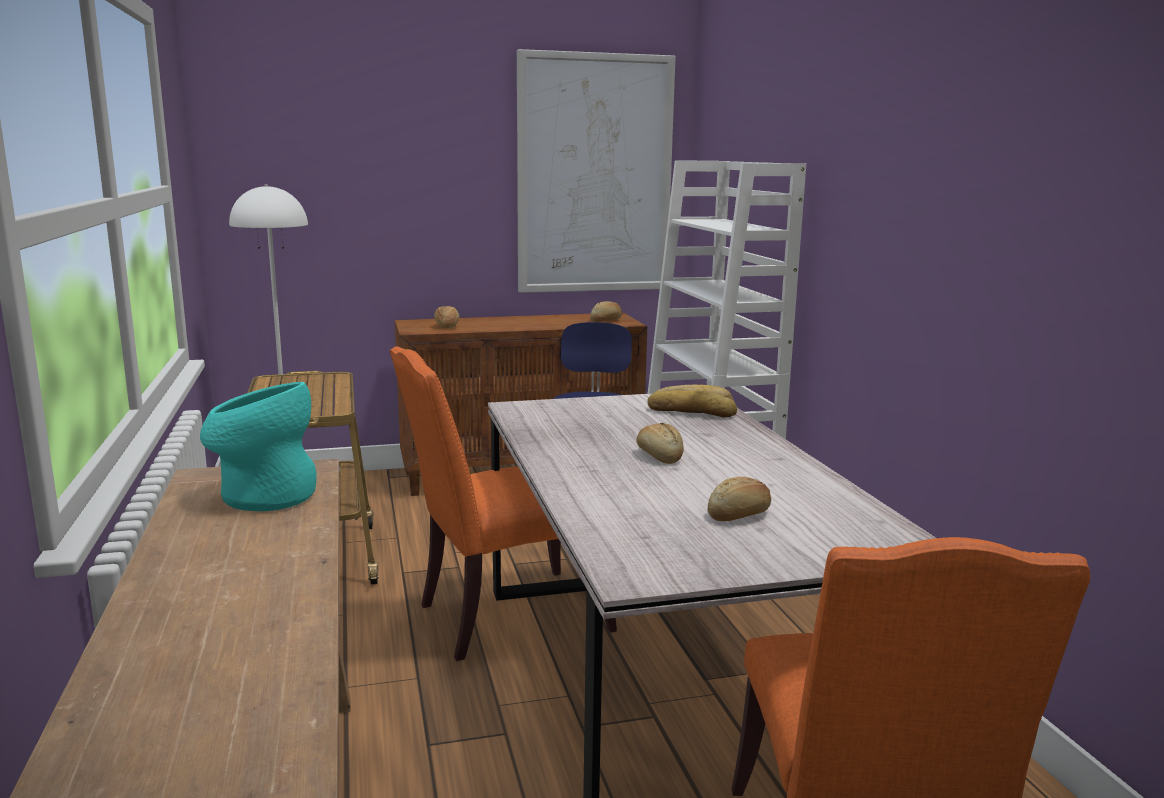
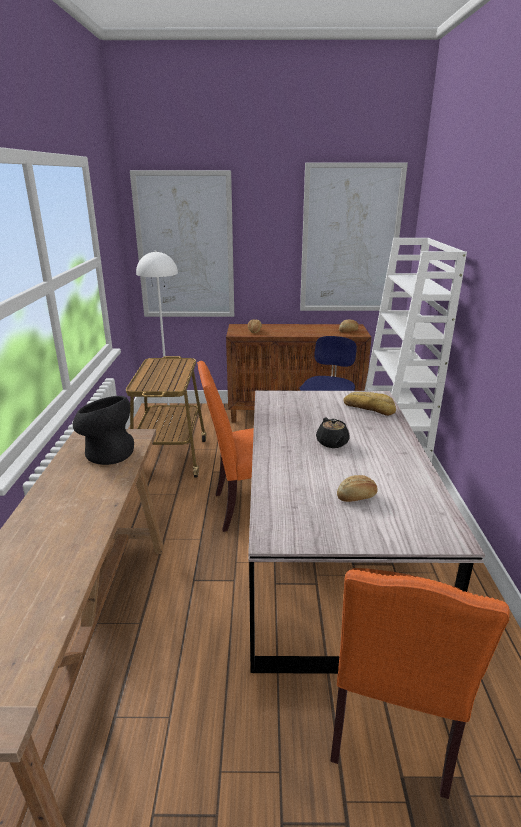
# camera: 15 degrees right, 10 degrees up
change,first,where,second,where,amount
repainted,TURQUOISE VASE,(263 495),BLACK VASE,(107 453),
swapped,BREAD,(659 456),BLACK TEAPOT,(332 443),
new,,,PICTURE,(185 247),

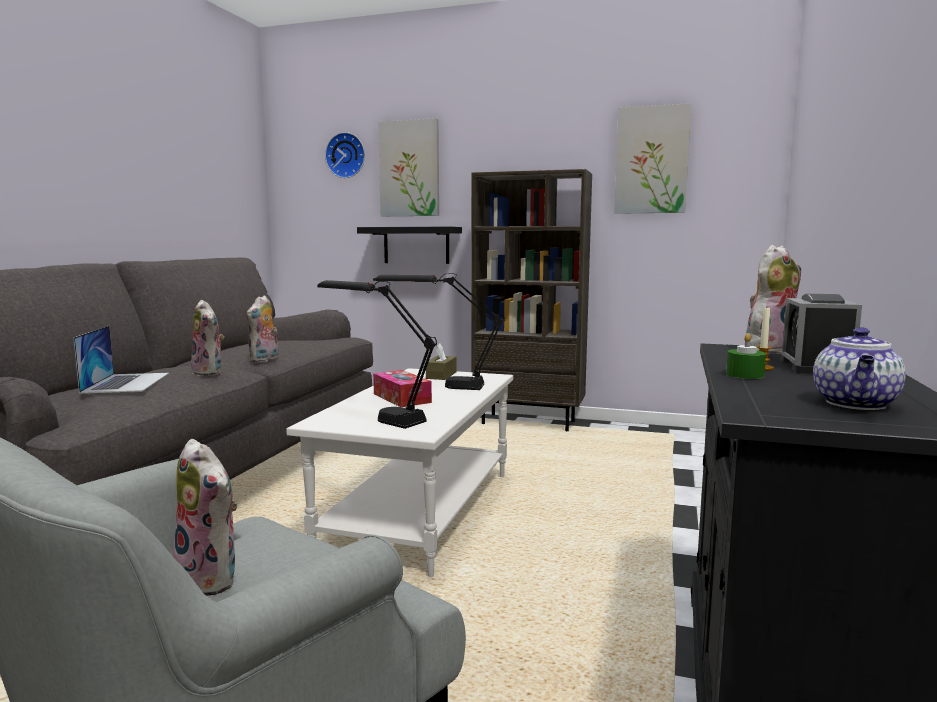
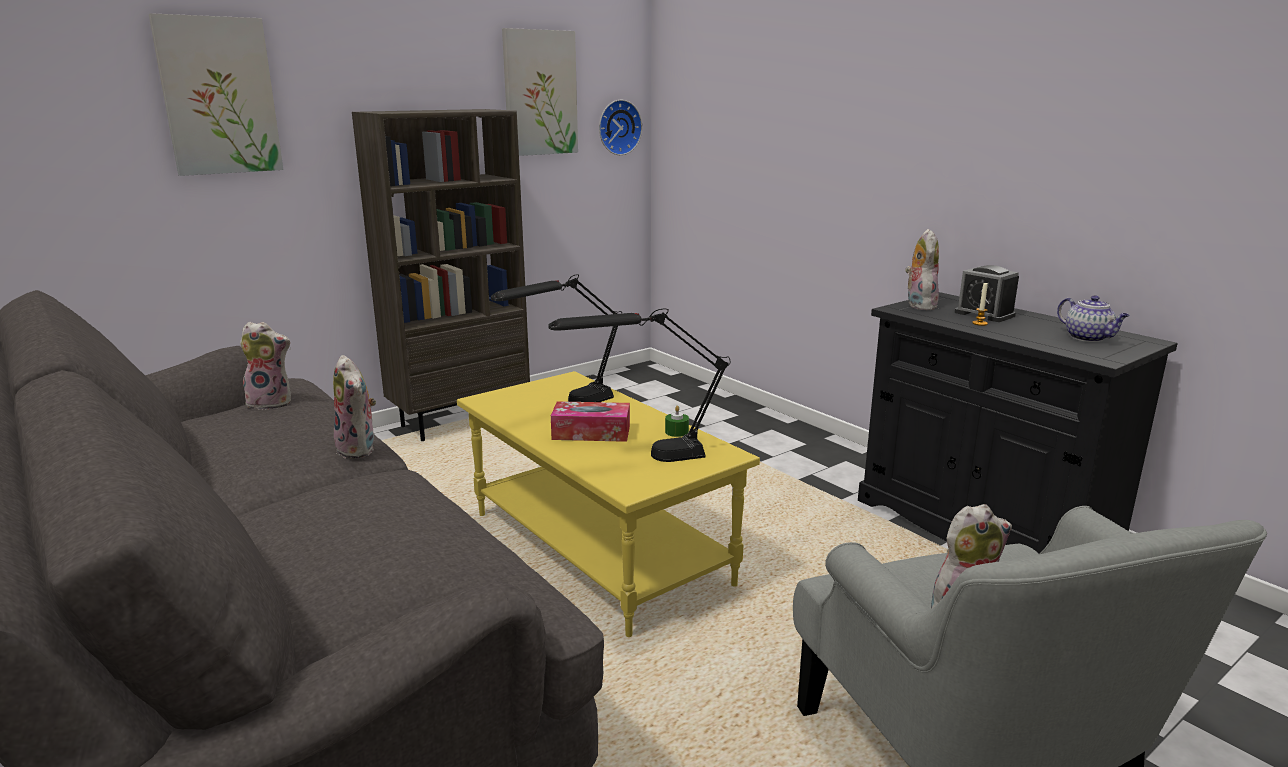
# camera: 55 degrees left, 10 degrees up
change,first,where,second,where,amount
gone,LAPTOP,(126 382),,,
shifted,PLUSH TOY,(210 372),,(272 403),
repainted,WHITE COFFEE TABLE,(419 511),YELLOW COFFEE TABLE,(596 549),
shifted,WALL CLOCK,(346 155),,(618 127),
gone,BLACK SHELF,(416 245),,,
gone,BROWN TISSUE BOX,(441 375),,,
shifted,GREEN CANDLE,(745 375),,(676 432),

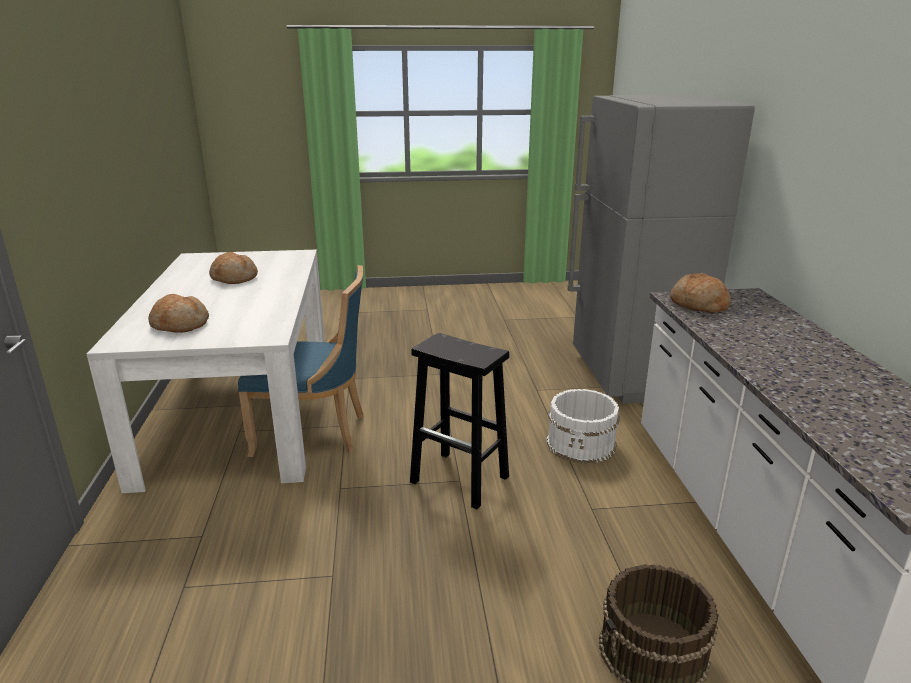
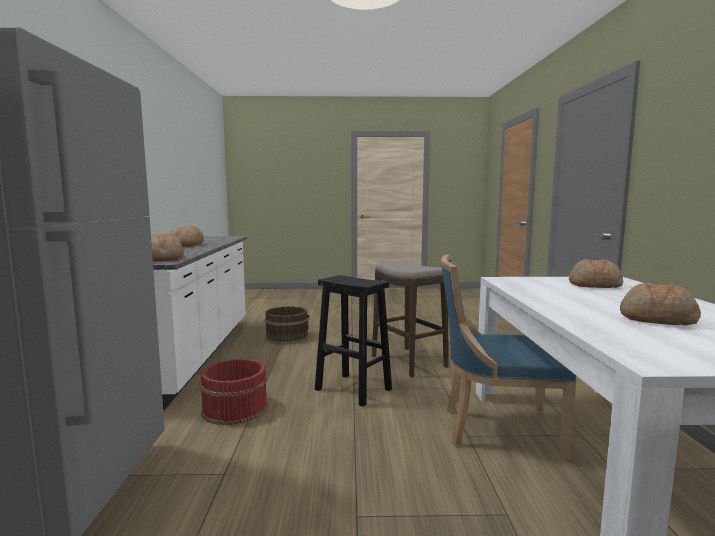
# camera: 175 degrees left, 15 degrees down
change,first,where,second,where,amount
repainted,WHITE BUCKET,(582 443),RED BUCKET,(234 408),
new,,,BREAD,(187 245),
new,,,STOOL,(408 362),

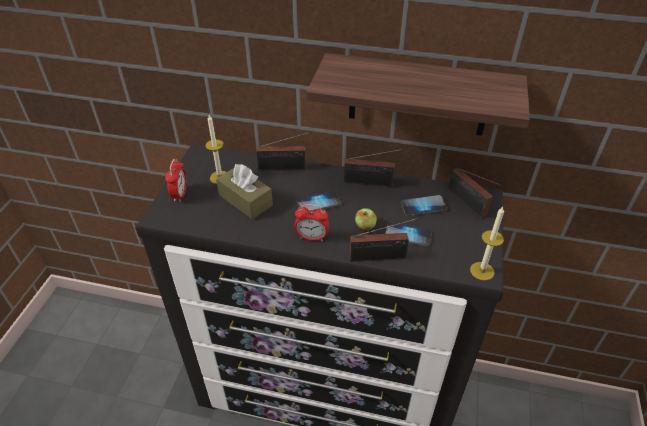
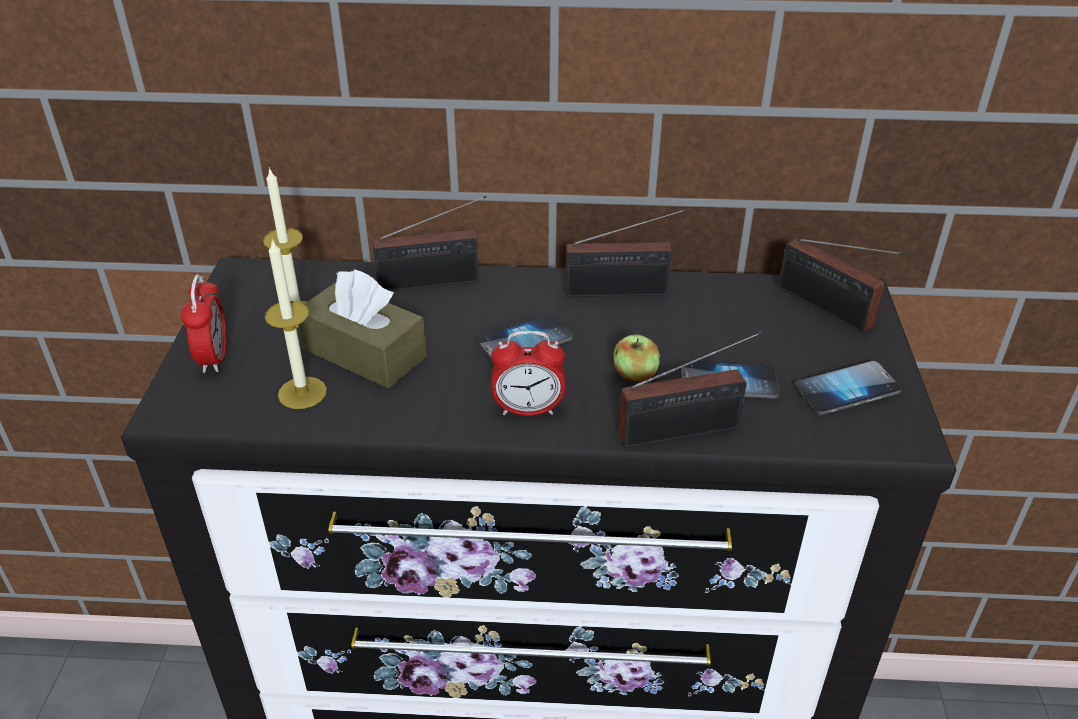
# camera: 10 degrees left, 5 degrees down
change,first,where,second,where,amount
gone,SHELF,(418 95),,,
shifted,PHONE,(423 206),,(846 390),
shifted,CANDLE,(482 271),,(302 393),

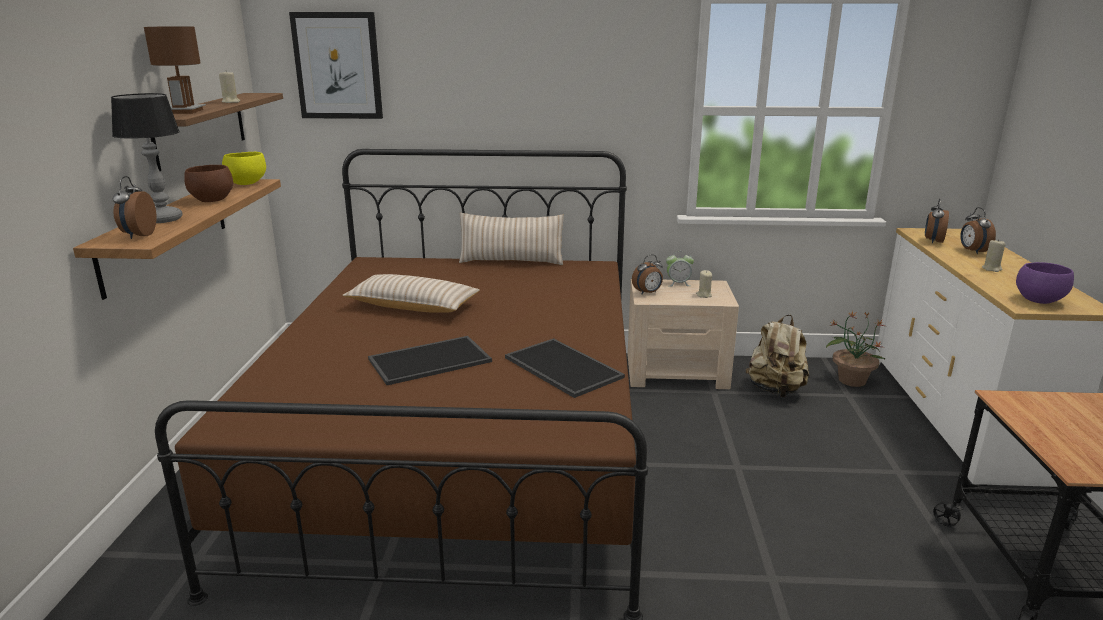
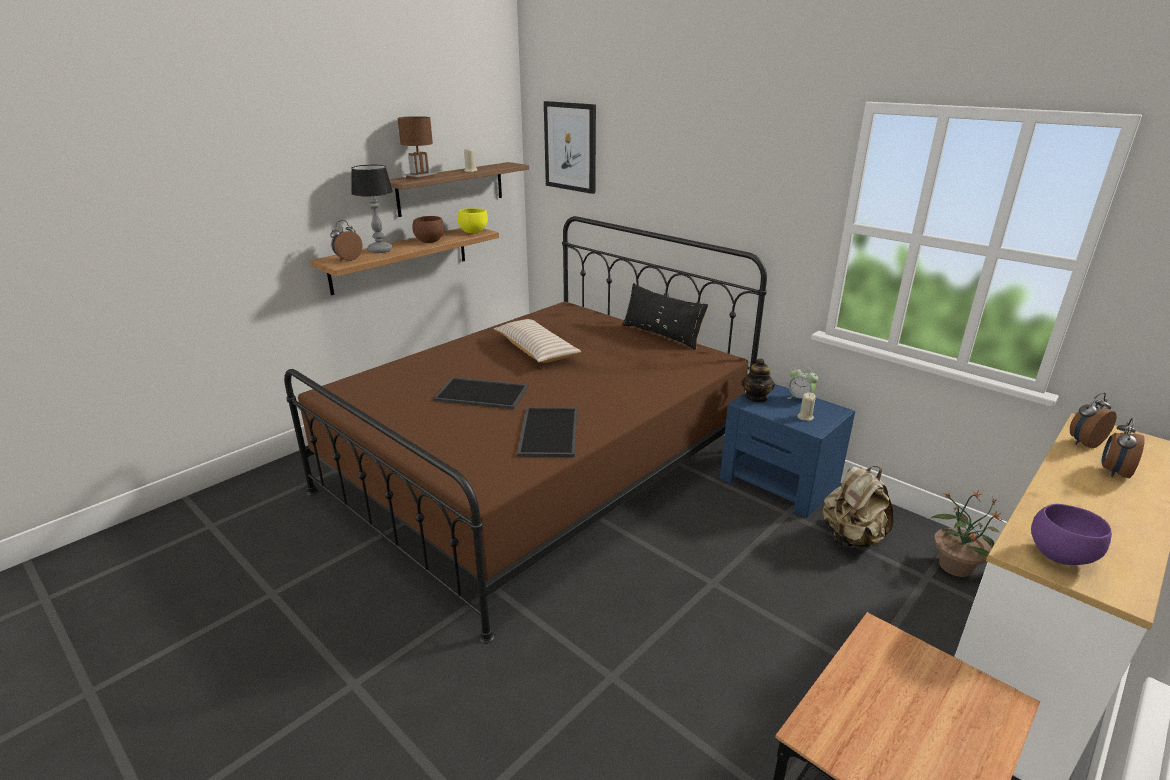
# camera: 40 degrees right, 5 degrees up
change,first,where,second,where,amount
repainted,BEIGE PILLOW,(511 261),BLACK PILLOW,(661 335),
repainted,BEIGE NIGHTSTAND,(677 371),BLUE NIGHTSTAND,(779 482),
swapped,ALARM CLOCK,(647 293),TEAPOT,(756 397),
gone,BEIGE CANDLE,(991 269),,,

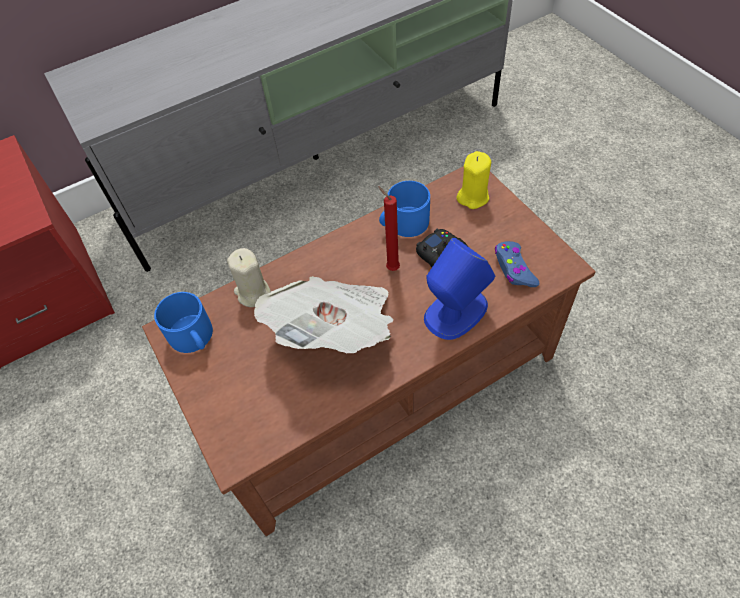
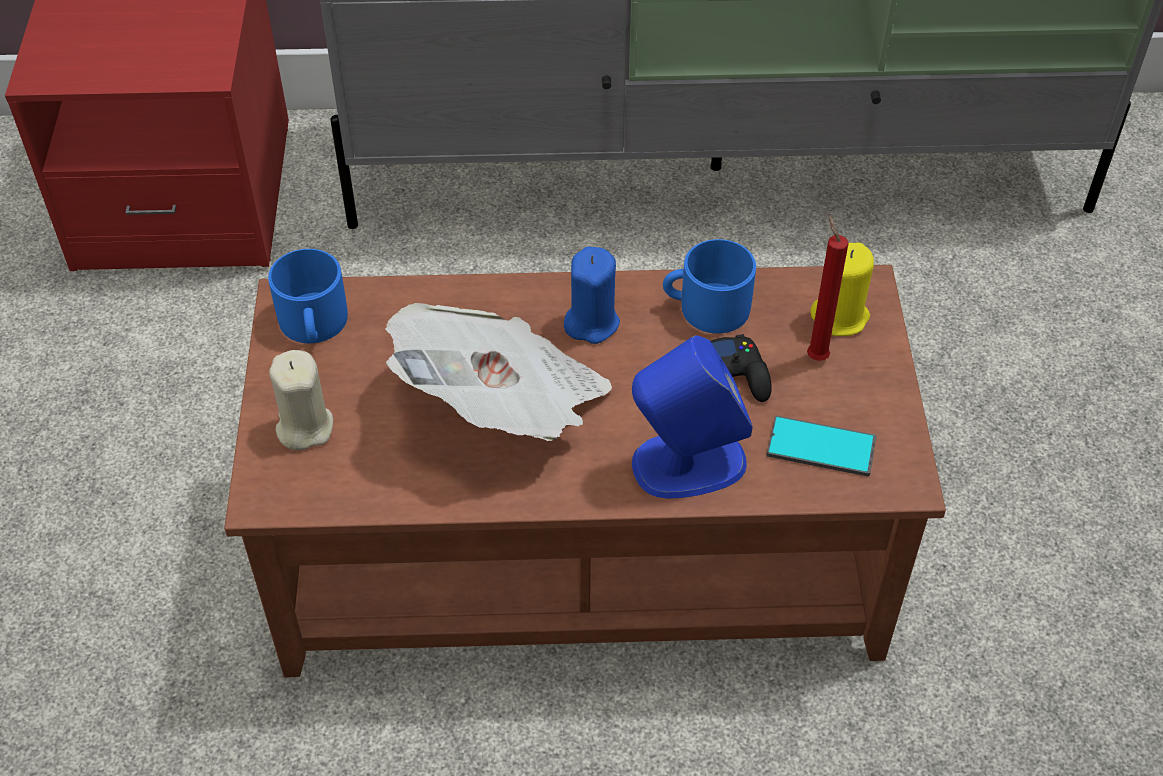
# camera: 25 degrees right, 5 degrees down
change,first,where,second,where,amount
shifted,BEIGE CANDLE,(252 293),,(304 427),
shifted,RED CANDLE,(391 267),,(815 355),
swapped,BLUE GAME CONTROLLER,(514 269),PHONE,(821 447),
new,,,BLUE CANDLE,(591 322),

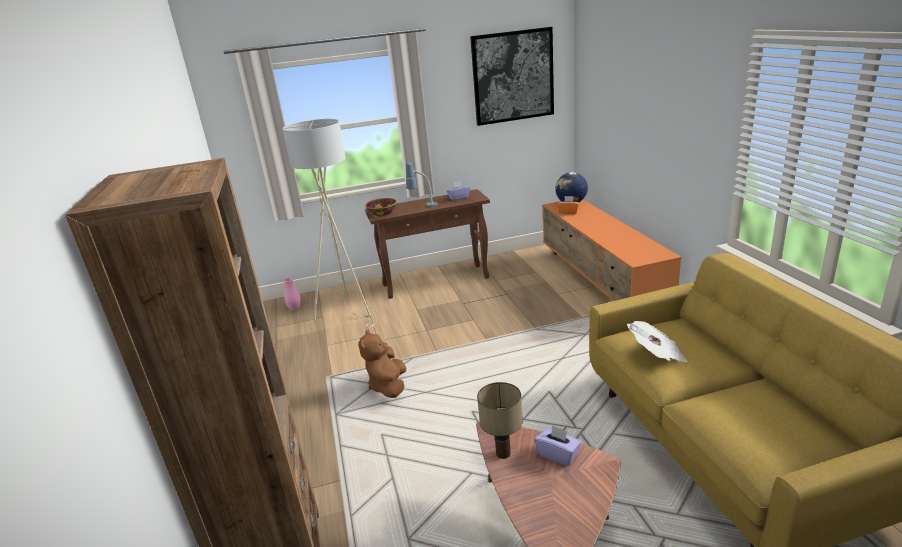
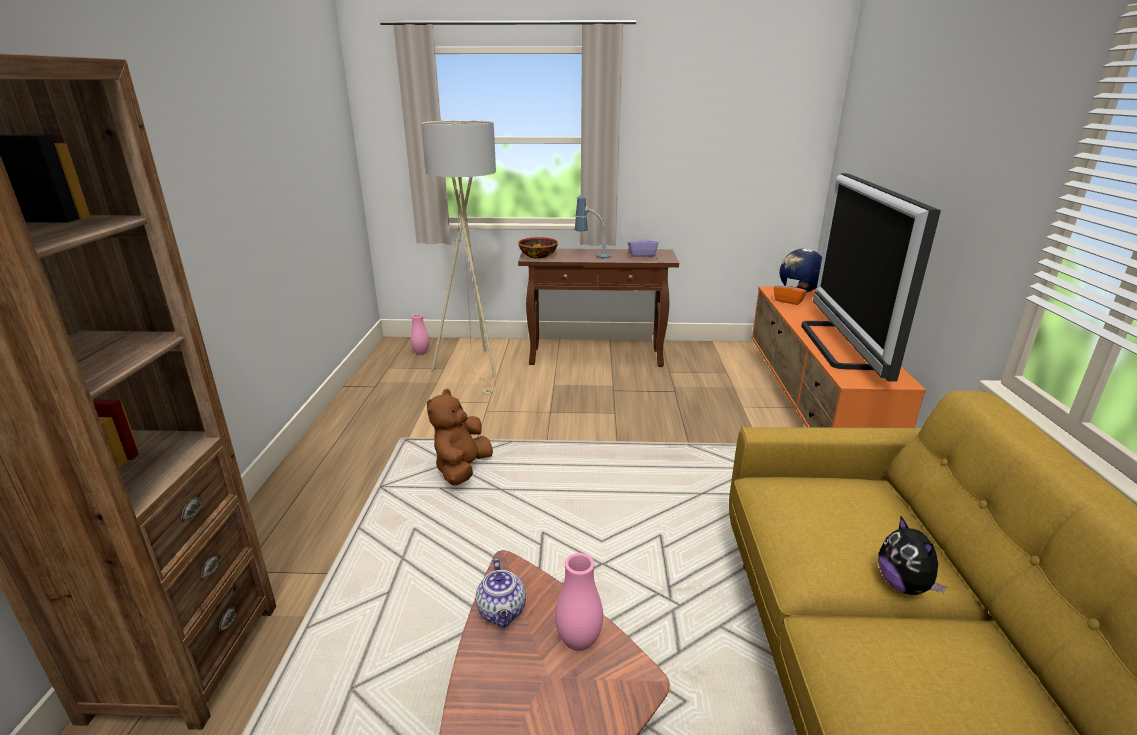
# camera: 15 degrees right, 0 degrees up
change,first,where,second,where,amount
gone,PICTURE,(513 76),,,
swapped,TABLE LAMP,(504 453),TEAPOT,(502 612),
swapped,PURPLE TISSUE BOX,(558 455),PINK VASE,(578 641),
gone,NEWSPAPER,(656 355),,,
new,,,TELEVISION,(840 345),
new,,,PLUSH TOY,(903 585),

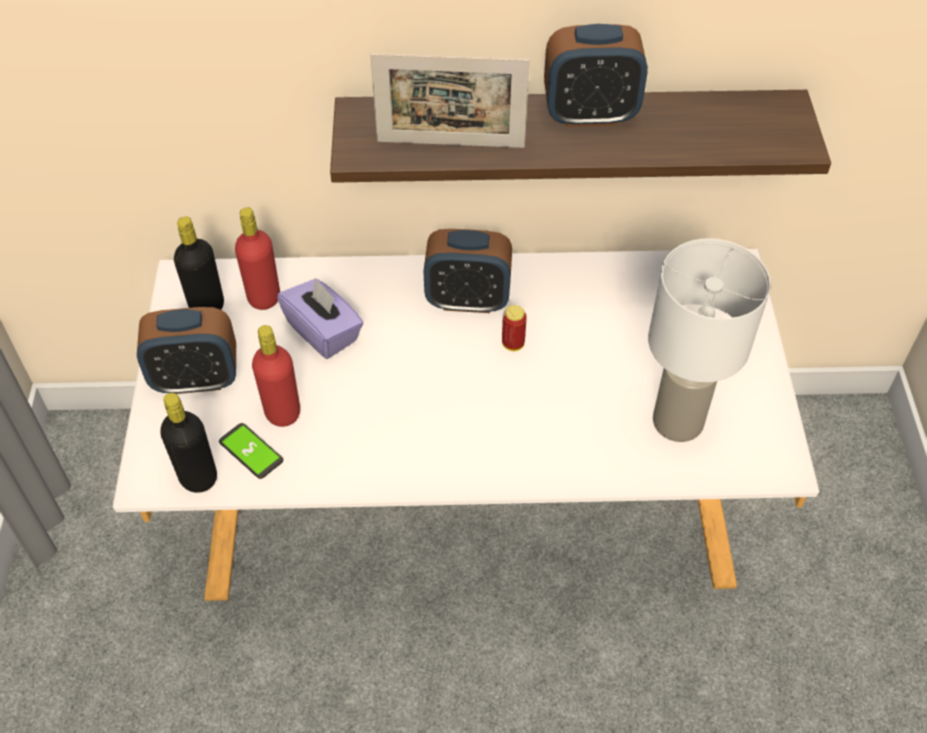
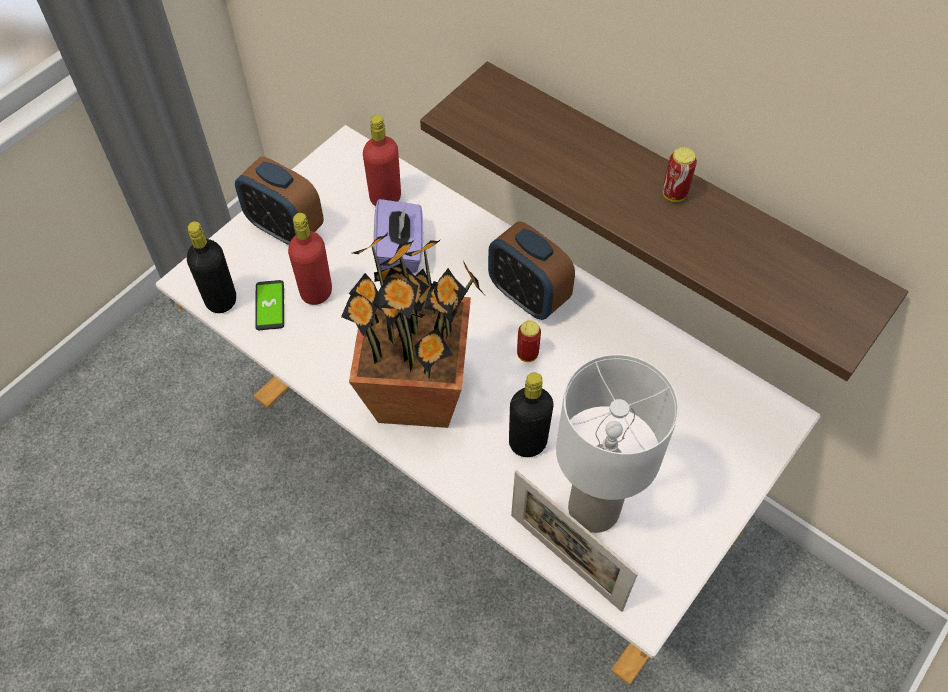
# camera: 40 degrees right, 5 degrees up
change,first,where,second,where,amount
shifted,BLACK BOTTLE,(207 306),,(527 443),
shifted,PICTURE FRAME,(450 144),,(565 561),
swapped,ALARM CLOCK,(590 114),CAN,(674 194),
new,,,POTTED PLANT,(418 394),

